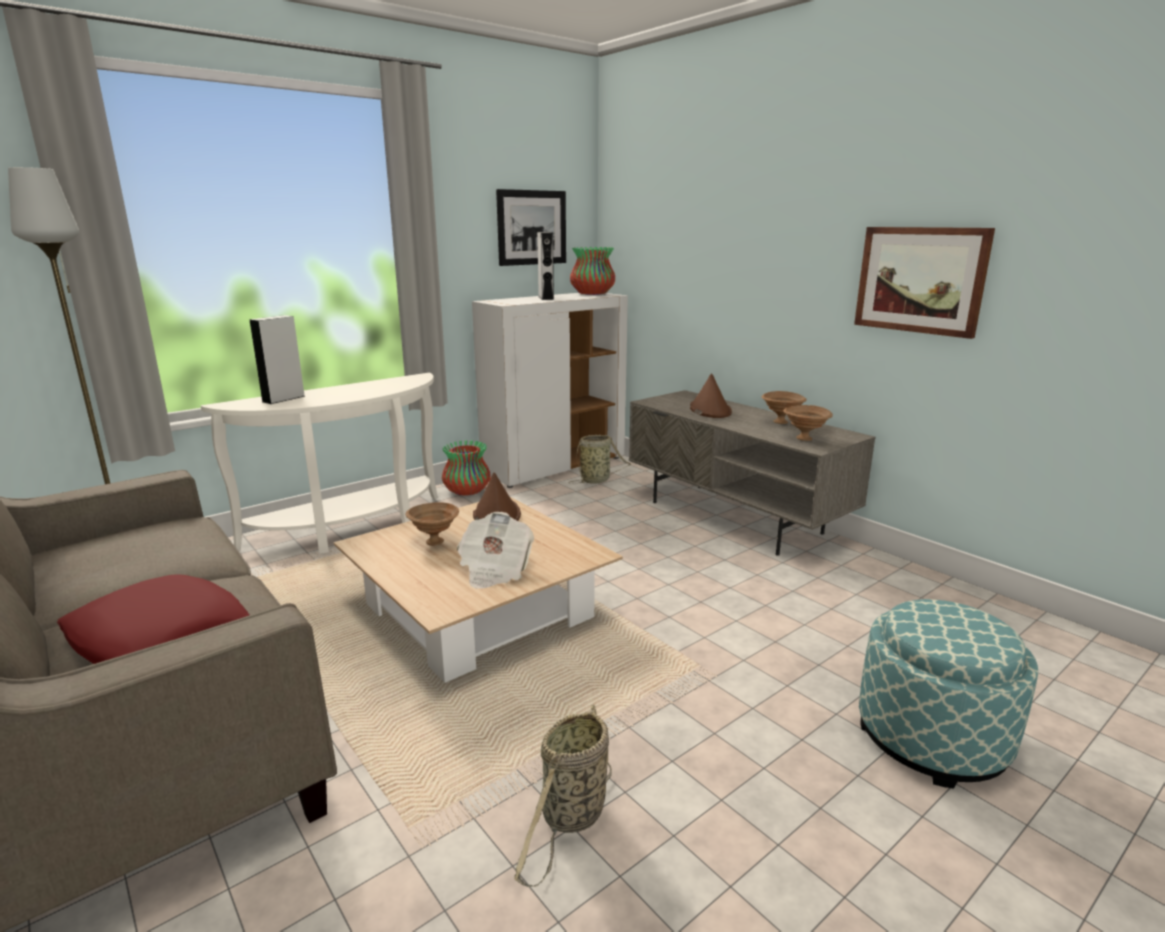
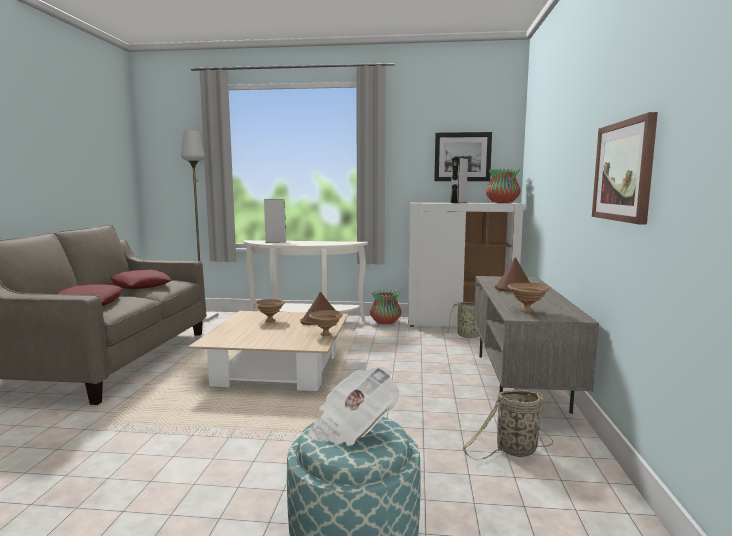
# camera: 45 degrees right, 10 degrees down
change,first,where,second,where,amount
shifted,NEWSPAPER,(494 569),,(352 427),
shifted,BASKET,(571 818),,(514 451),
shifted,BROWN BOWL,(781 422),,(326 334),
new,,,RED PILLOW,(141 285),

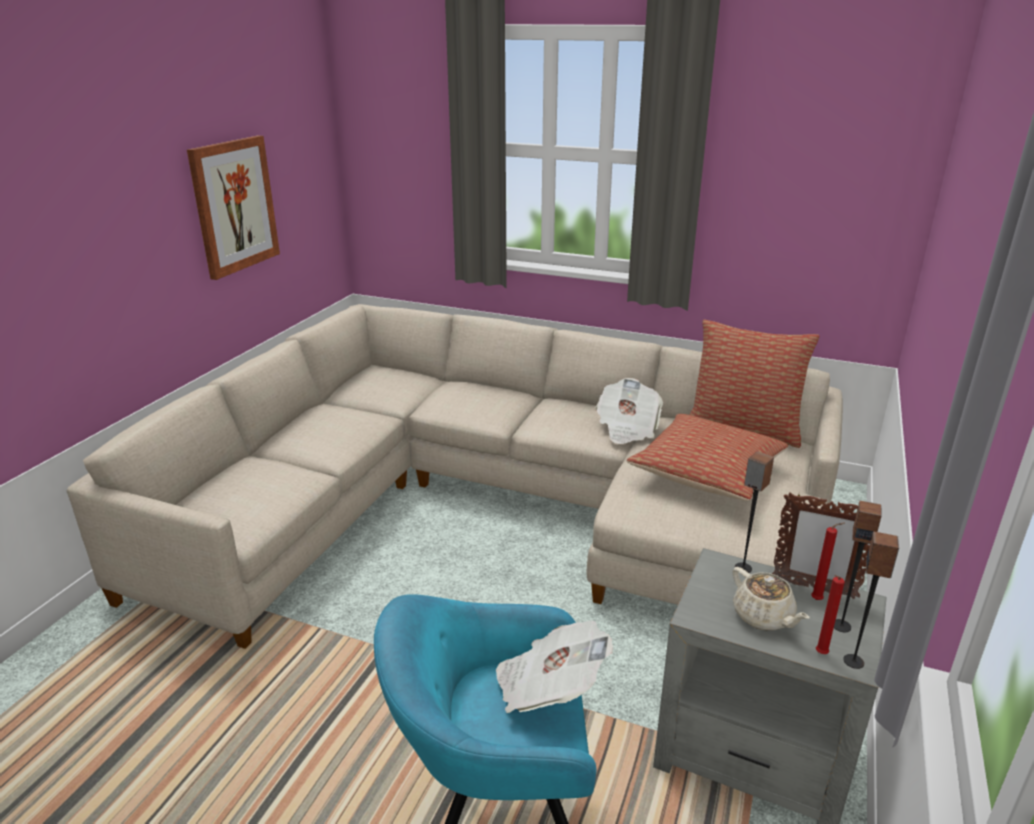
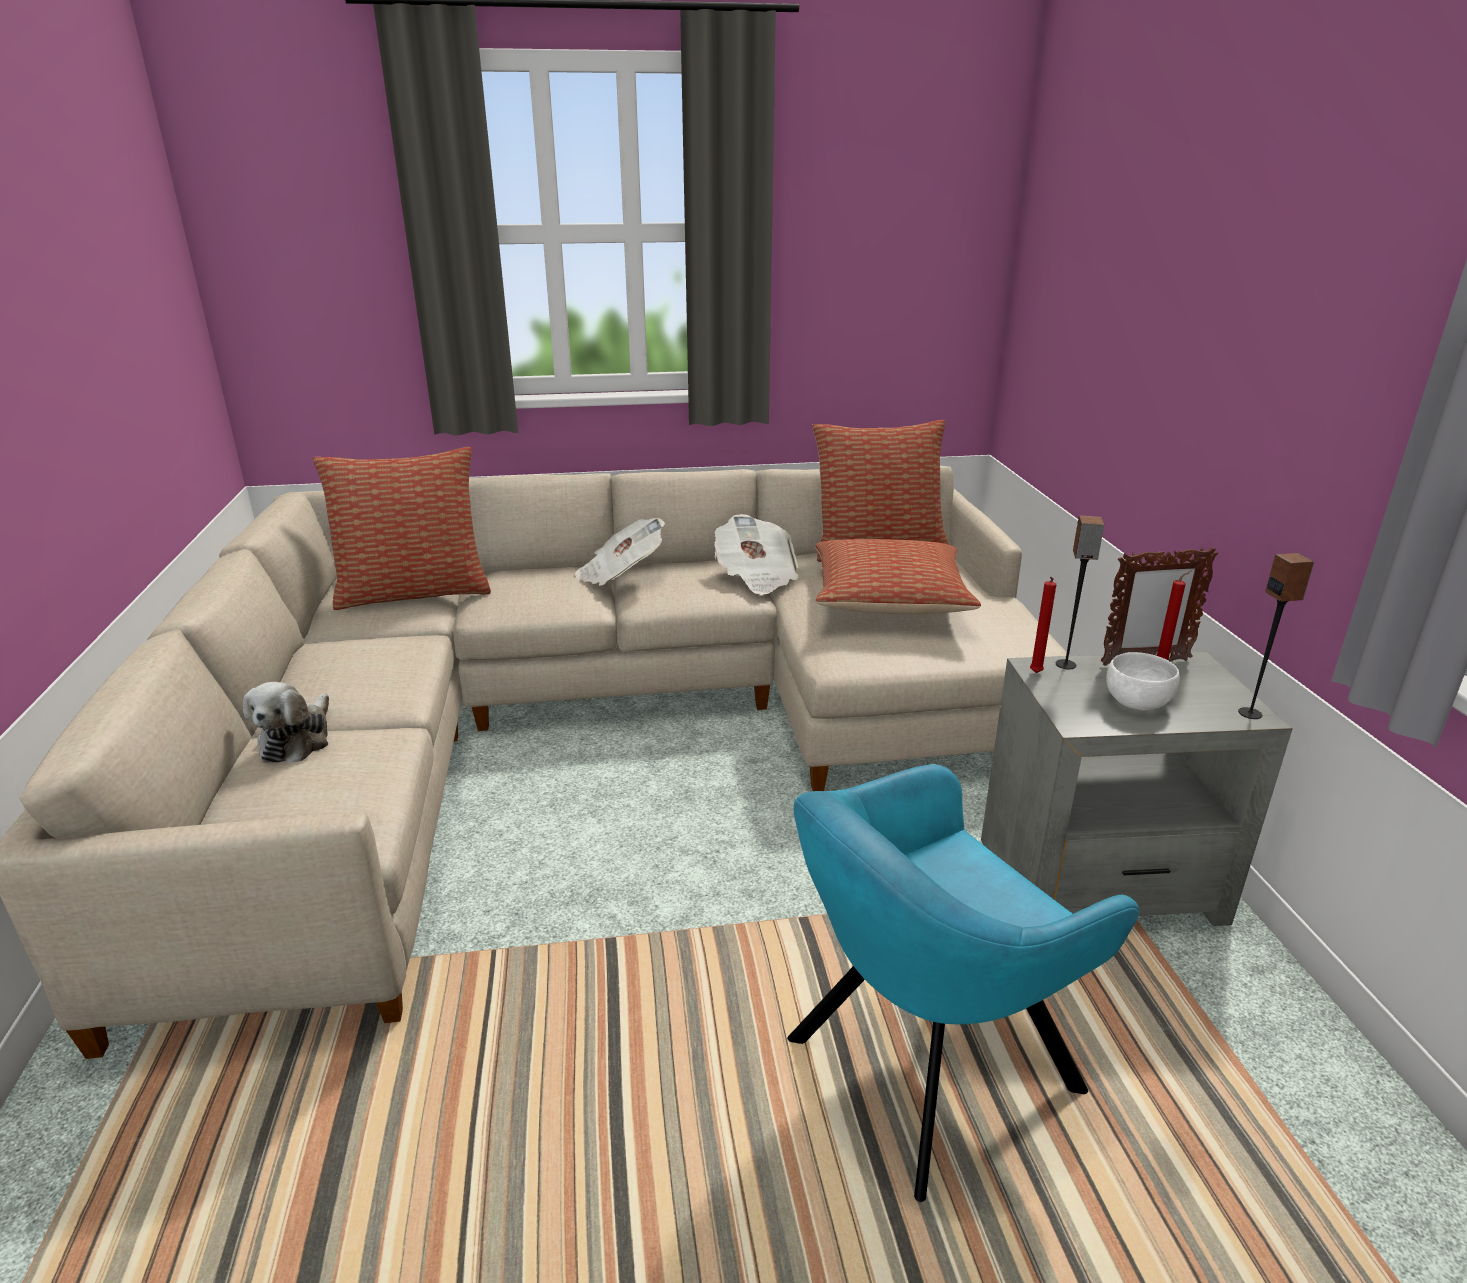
# camera: 30 degrees left, 0 degrees up
change,first,where,second,where,amount
gone,PICTURE,(234 206),,,
shifted,NEWSPAPER,(549 688),,(620 574),
swapped,BEIGE TEAPOT,(763 617),WHITE BOWL,(1136 702),
shifted,RED CANDLE,(819 654),,(1035 674),
gone,SPEAKER,(841 625),,,
new,,,PLUSH TOY,(297 741),
new,,,PILLOW,(414 592),

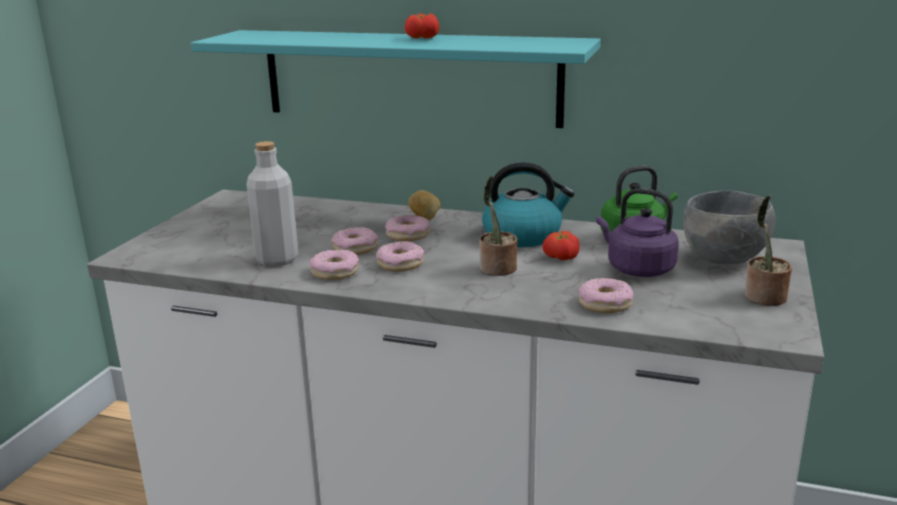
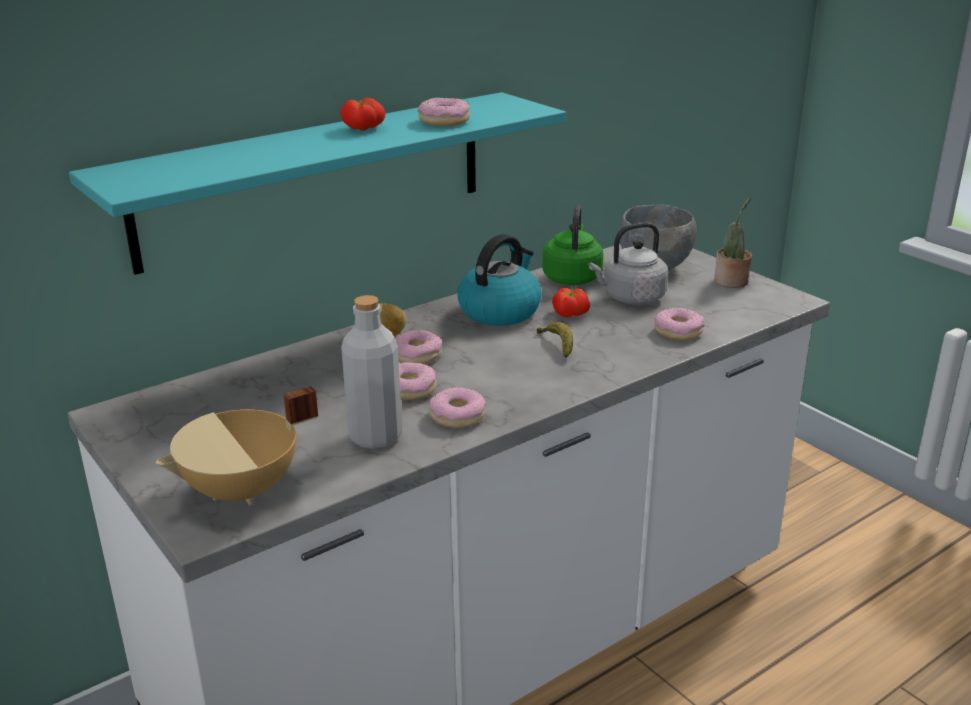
# camera: 55 degrees left, 5 degrees up
change,first,where,second,where,amount
shifted,DONUT,(400 264),,(444 121),
swapped,POTTED PLANT,(497 269),BANANA,(558 345),
repainted,PURPLE KETTLE,(637 269),GREY KETTLE,(630 298),
new,,,BEIGE COOKING POT,(243 492),

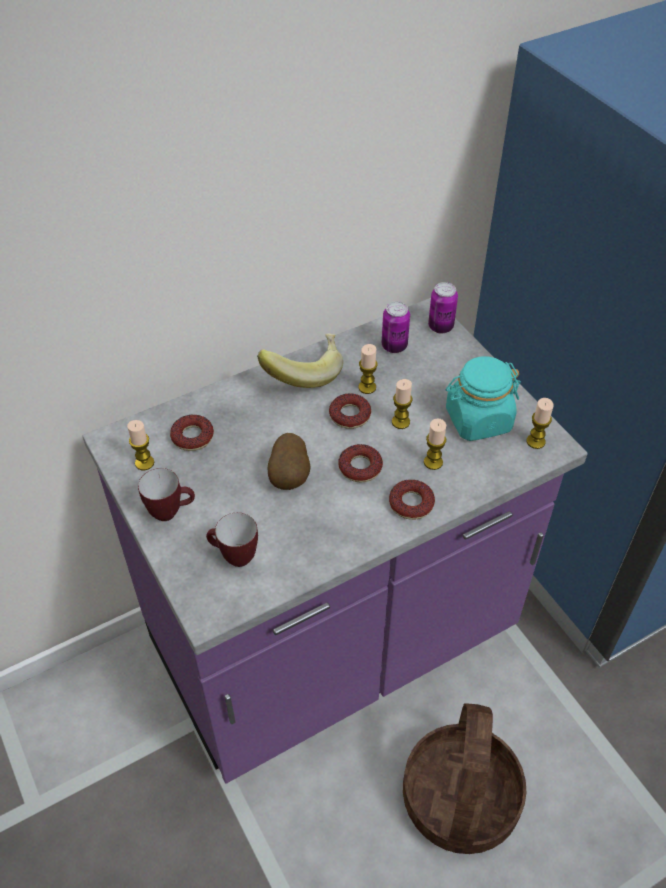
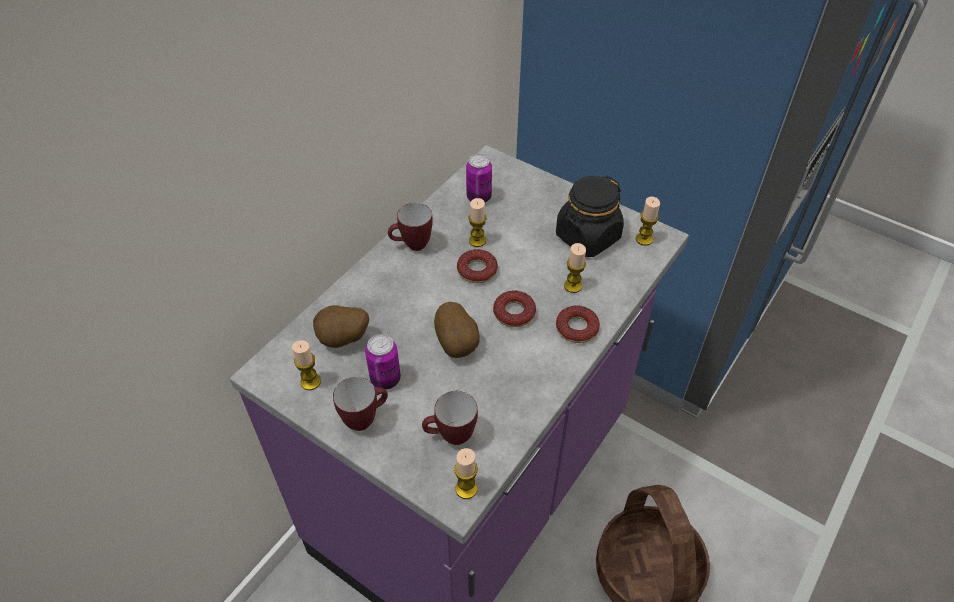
# camera: 25 degrees left, 0 degrees up
change,first,where,second,where,amount
swapped,DONUT,(192 437),POTATO,(343 340),
swapped,BANANA,(303 372),MUG,(412 246),
shifted,CANDLE,(400 422),,(466 489),
shifted,CAN,(440 327),,(385 379),
repainted,TURQUOISE JAR,(478 420),BLACK JAR,(587 237),

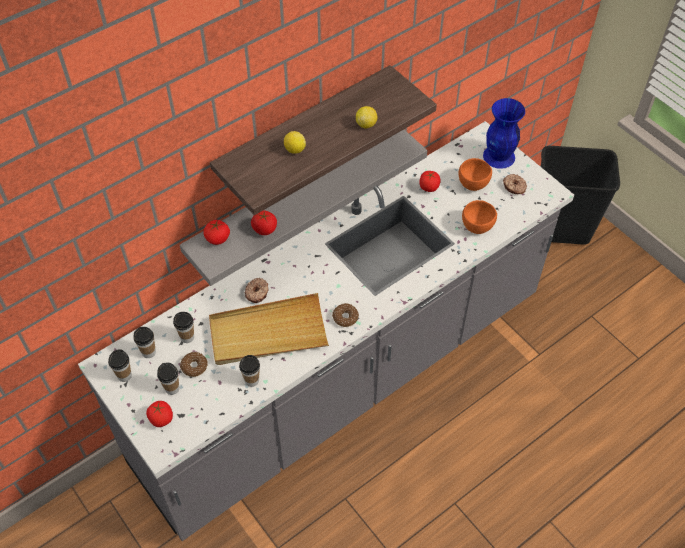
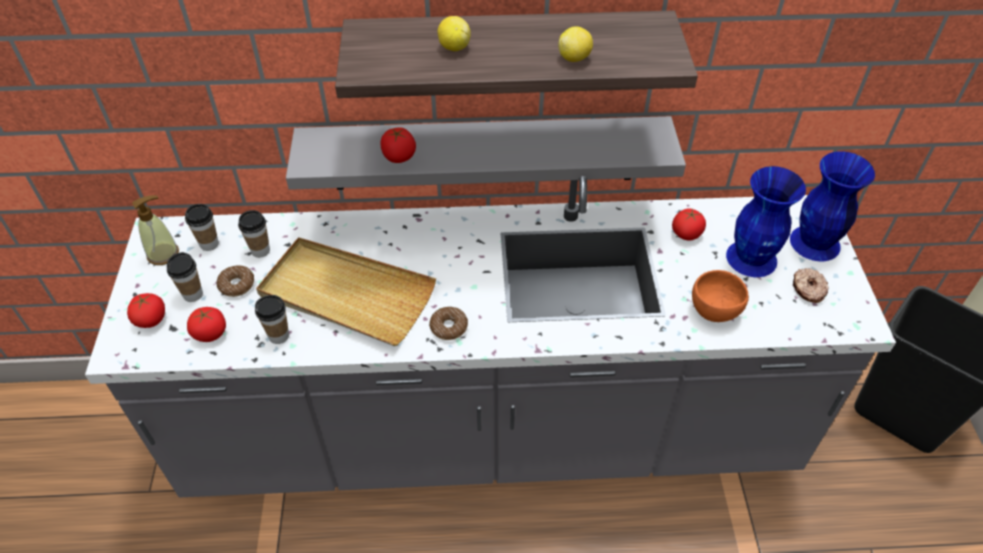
# camera: 35 degrees right, 5 degrees down
change,first,where,second,where,amount
swapped,CUP,(124 375),SOAP DISPENSER,(163 254),
shifted,TOMATO,(217 238),,(210 333),
gone,DONUT,(257 293),,,
swapped,ORANGE BOWL,(474 184),BLUE VASE,(752 259),

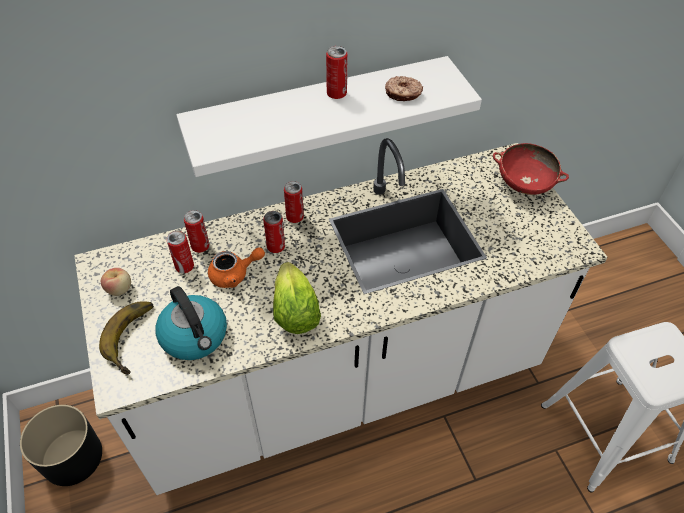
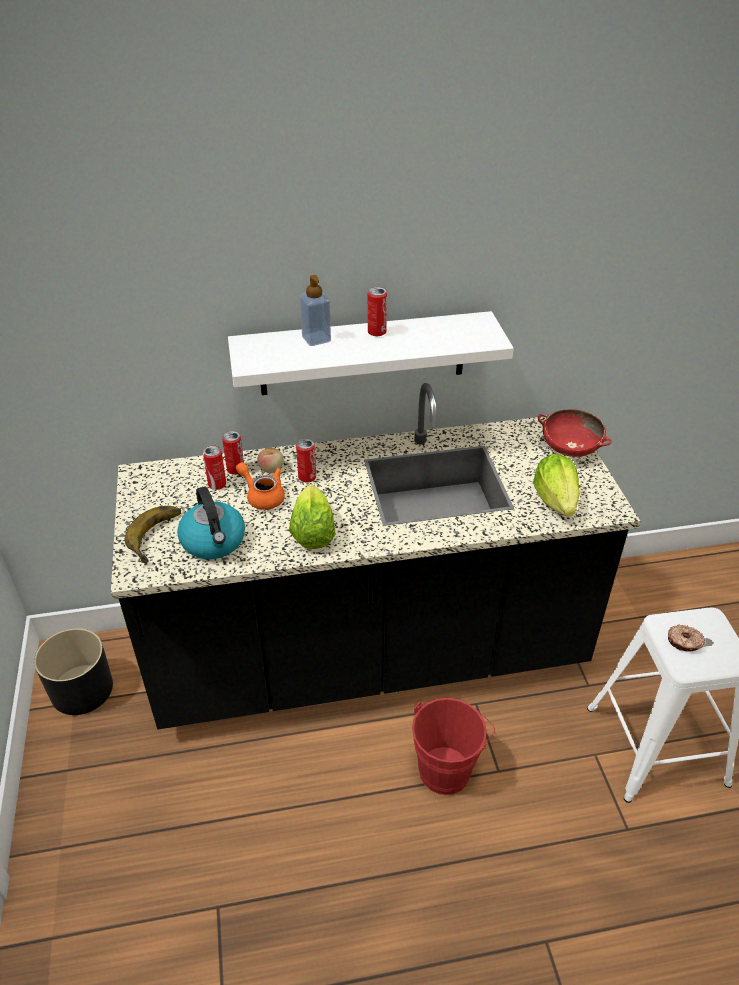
# camera: 10 degrees right, 10 degrees down
change,first,where,second,where,amount
repainted,WHITE COUNTER,(340 383),BLACK COUNTER,(369 657),
shifted,APPLE,(119 289),,(271 469),
rotated,ORANGE TEAPOT,(234 274),,(262 496),135 degrees counterclockwise
gone,CAN,(295 217),,,
shifted,DONUT,(403 94),,(684 642),
new,,,SOAP DISPENSER,(316 339),
new,,,RED BUCKET,(448 767),
new,,,LETTUCE,(556 500),

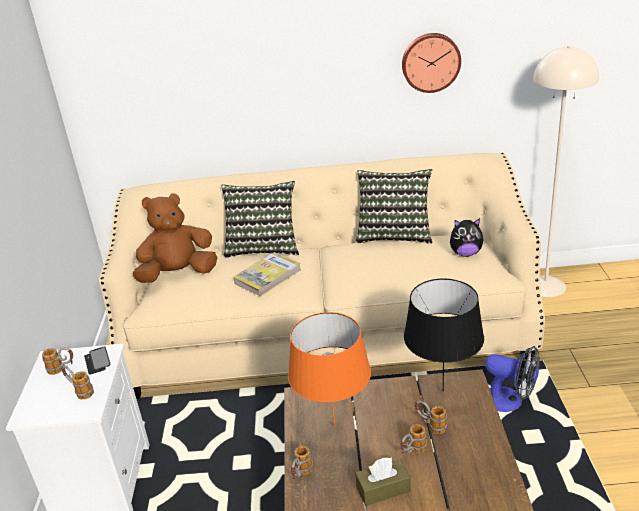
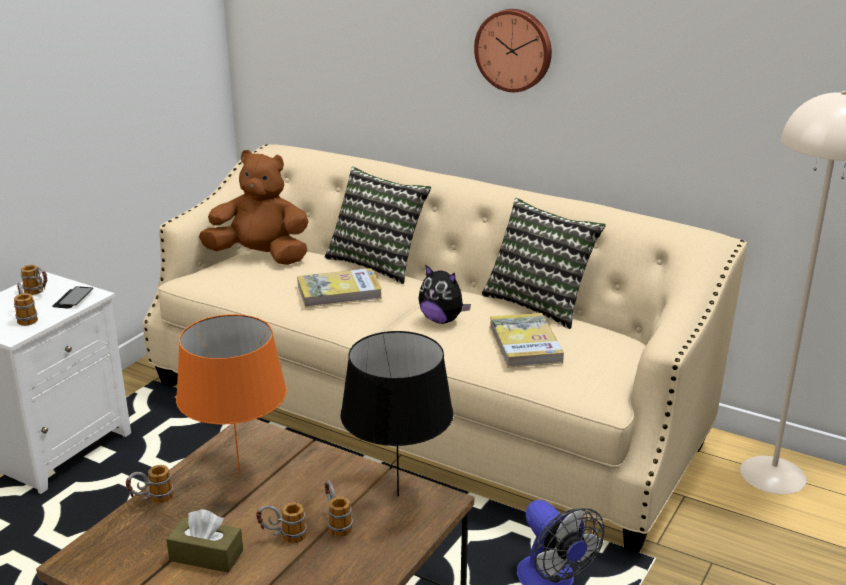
# camera: 30 degrees right, 5 degrees down
change,first,where,second,where,amount
shifted,WALL CLOCK,(430 62),,(514 50),
shifted,PLUSH TOY,(465 253),,(442 320),
new,,,BOOK,(525 344),

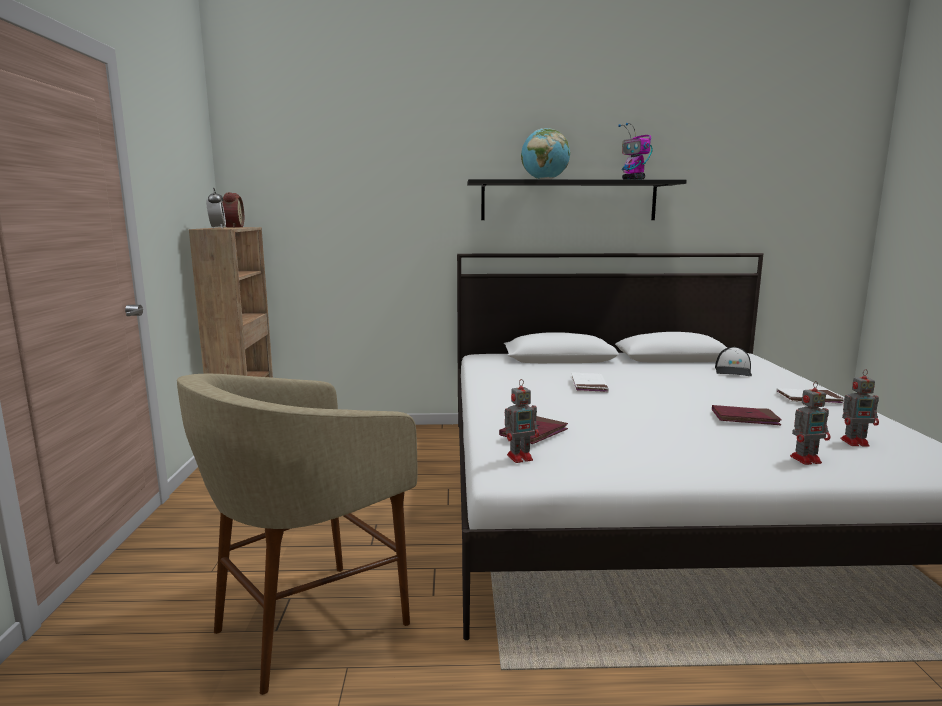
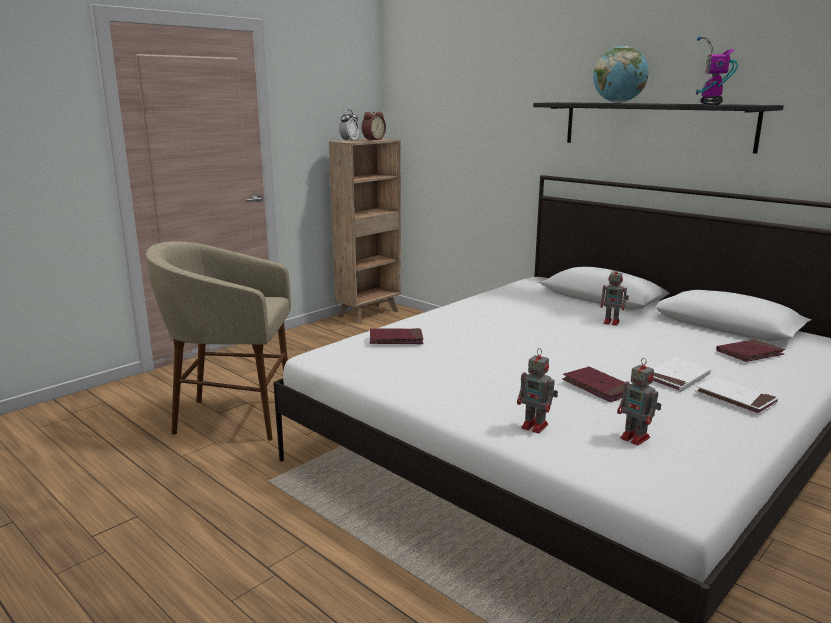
# camera: 45 degrees right, 5 degrees up
change,first,where,second,where,amount
shifted,TOY ROBOT,(521 457),,(612 322),
shifted,WHITE BOOK,(588 385),,(677 378),
swapped,CAP,(733 371),RED BOOK,(749 353),

